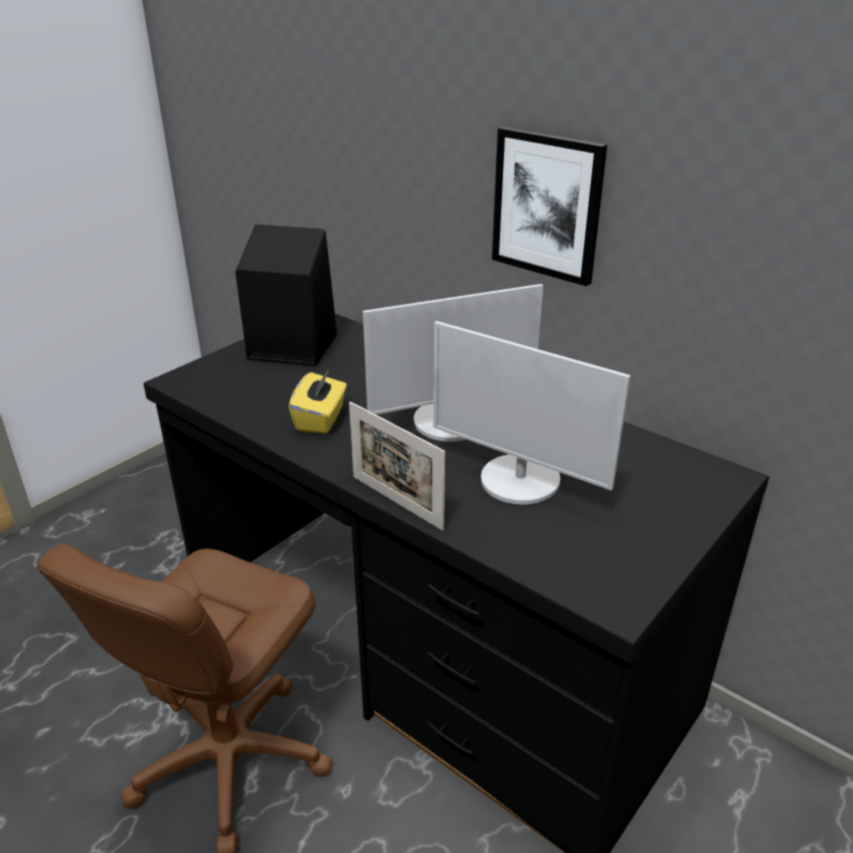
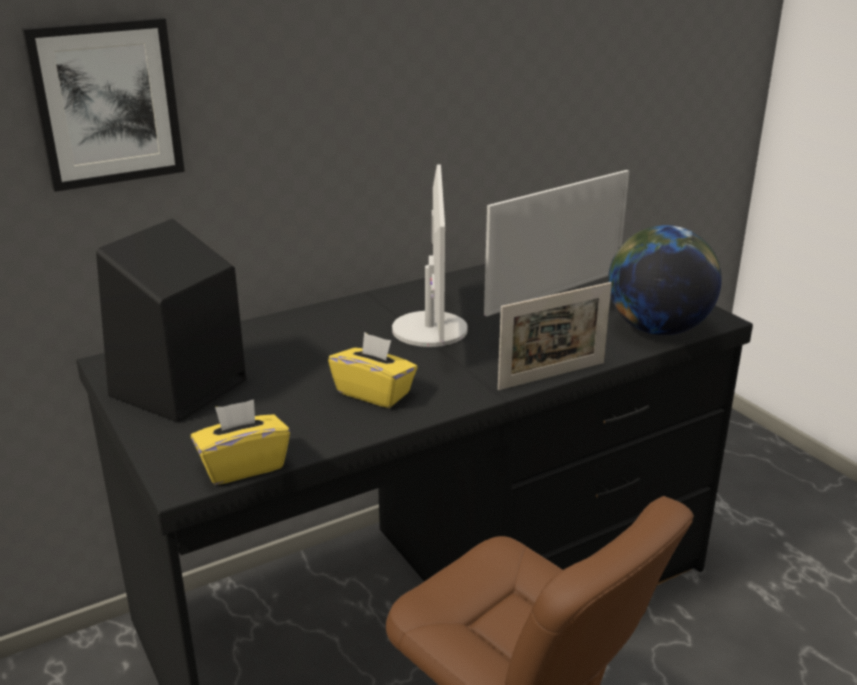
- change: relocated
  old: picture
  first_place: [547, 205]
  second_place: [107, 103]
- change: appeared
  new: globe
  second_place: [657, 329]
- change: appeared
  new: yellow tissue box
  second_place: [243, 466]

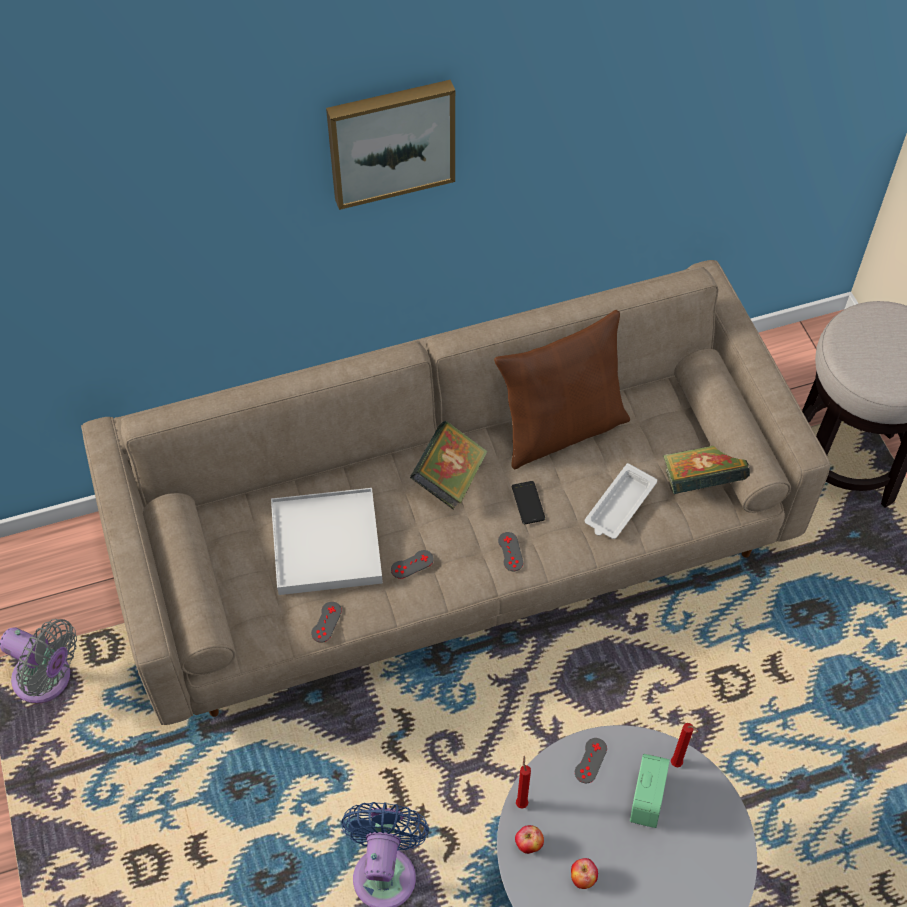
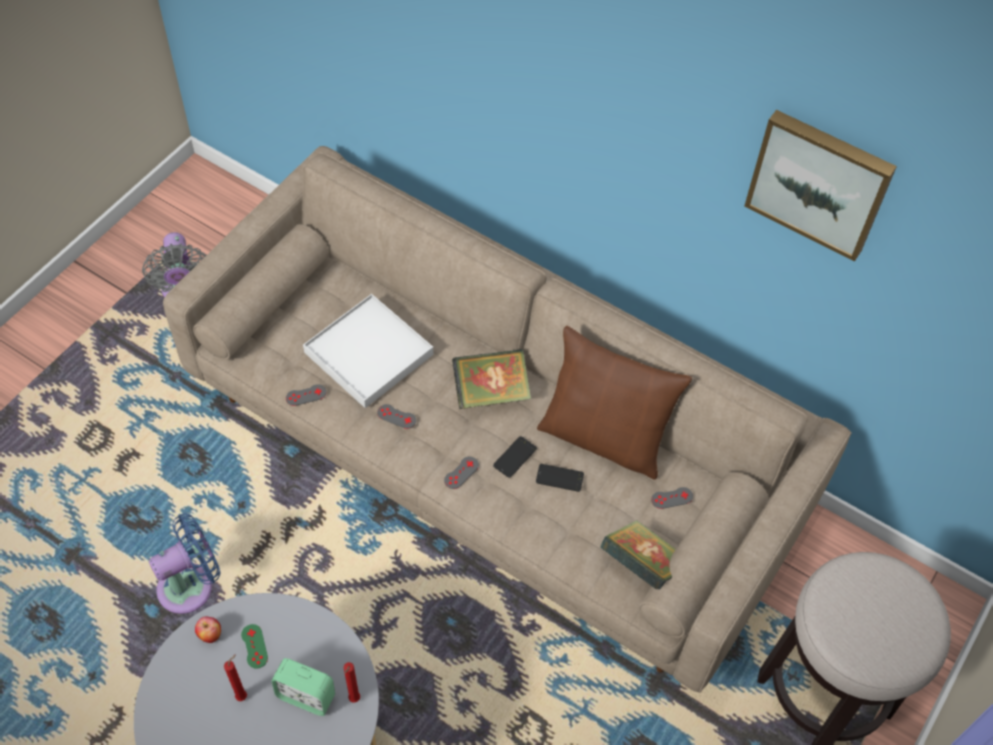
- change: relocated
  old: picture
  first_place: [391, 141]
  second_place: [820, 182]
- change: missing
  old: white tray
  first_place: [619, 506]
- change: relocated
  old: grey game controller
  first_place: [590, 760]
  second_place: [672, 498]
- change: spun
  old: alarm clock
  first_place: [646, 800]
  second_place: [306, 696]
  degrees: 45
- change: relocated
  old: red candle
  first_place: [521, 802]
  second_place: [243, 695]
- change: missing
  old: apple
  first_place: [582, 878]
- change: appeared
  new: phone
  second_place: [559, 478]
- change: appeared
  new: green game controller
  second_place: [254, 646]

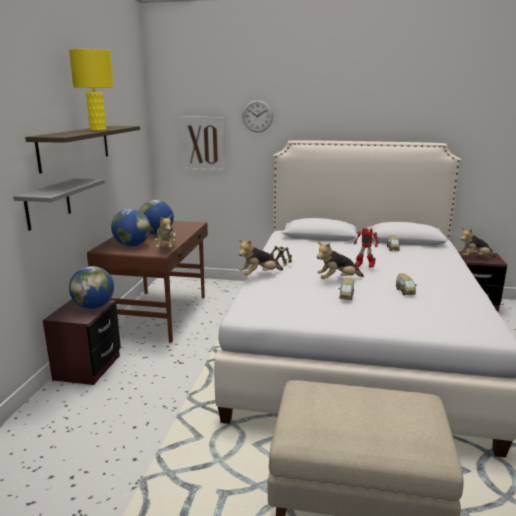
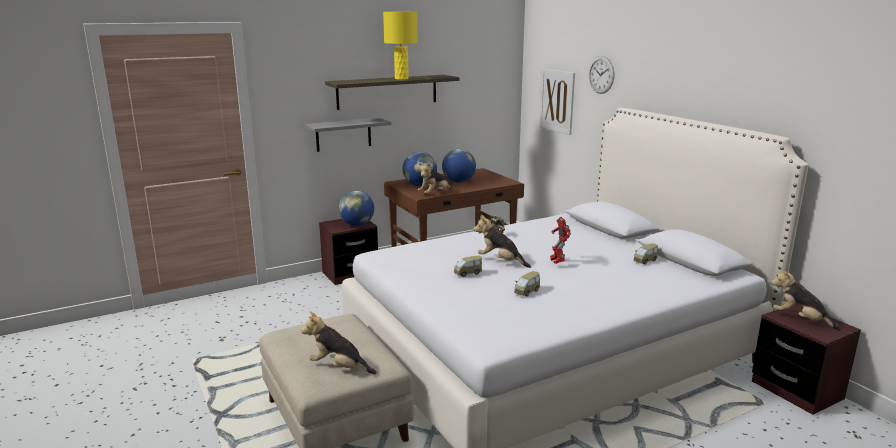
- change: relocated
  old: plush toy
  first_place: [259, 275]
  second_place: [339, 367]

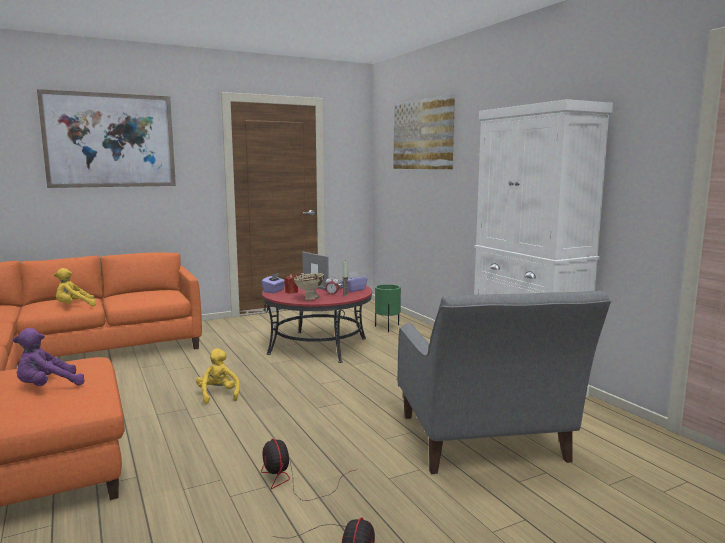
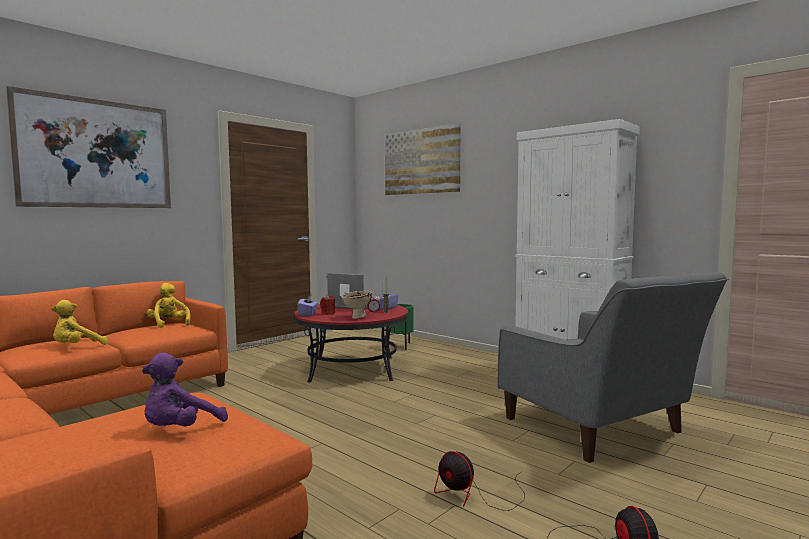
- change: relocated
  old: yellow plush toy
  first_place: [218, 395]
  second_place: [169, 324]

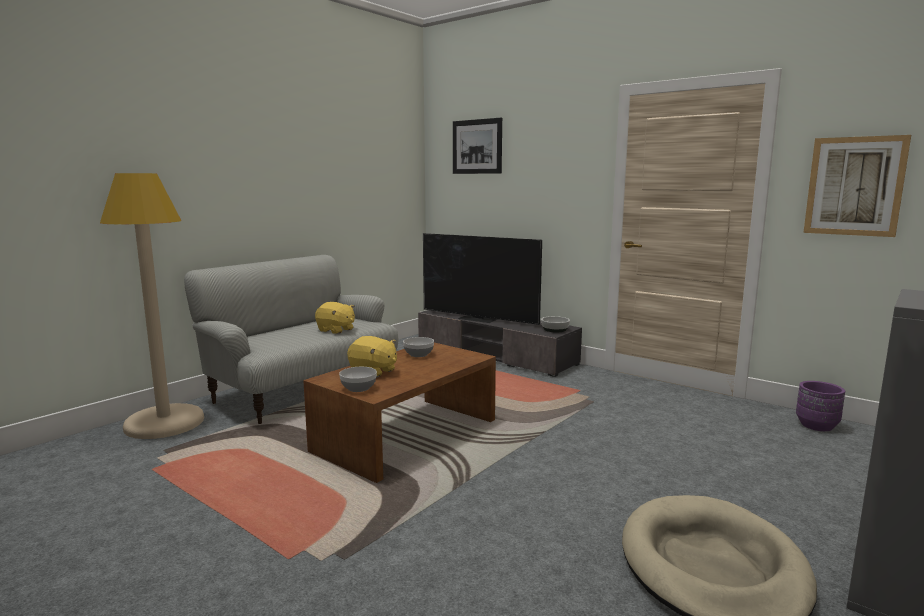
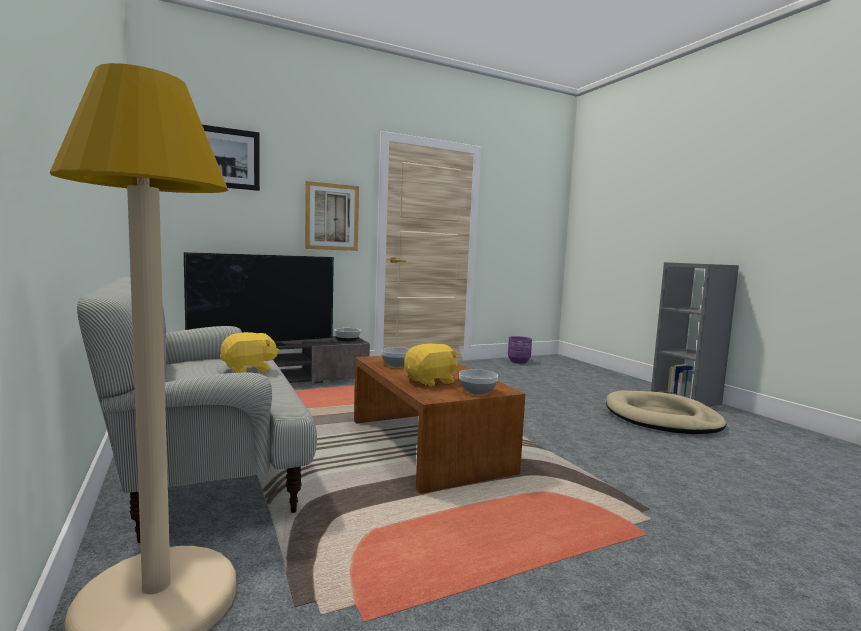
- change: relocated
  old: picture
  first_place: [854, 186]
  second_place: [332, 217]

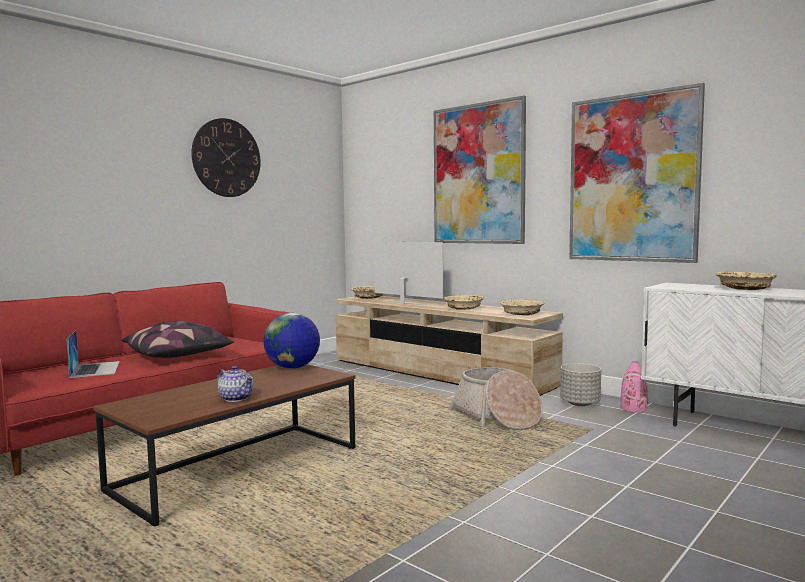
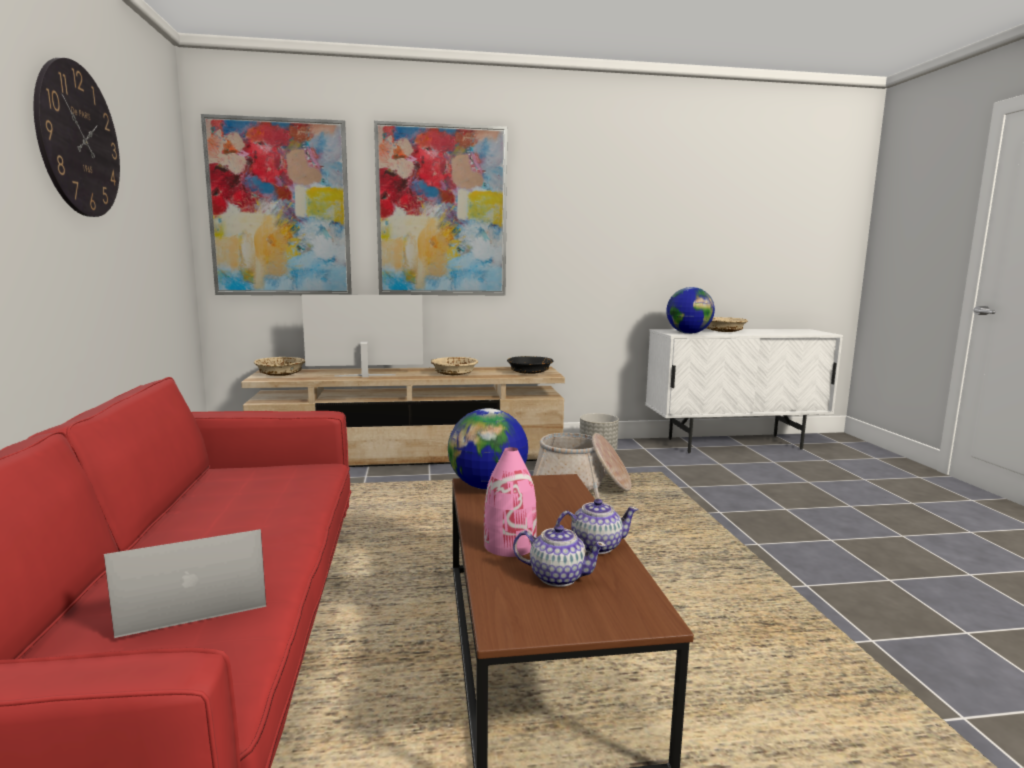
- change: relocated
  old: picture
  first_place: [632, 178]
  second_place: [280, 209]
- change: colour
  old: beige bowl
  new: black bowl
  first_place: [521, 314]
  second_place: [529, 372]
- change: missing
  old: pillow
  first_place: [179, 357]
- change: spun
  old: laptop
  first_place: [95, 369]
  second_place: [194, 599]
  degrees: -45
- change: relocated
  old: pink vase
  first_place: [633, 408]
  second_place: [510, 545]
- change: appeared
  new: globe
  second_place: [688, 333]
- change: appeared
  new: teapot
  second_place: [557, 576]

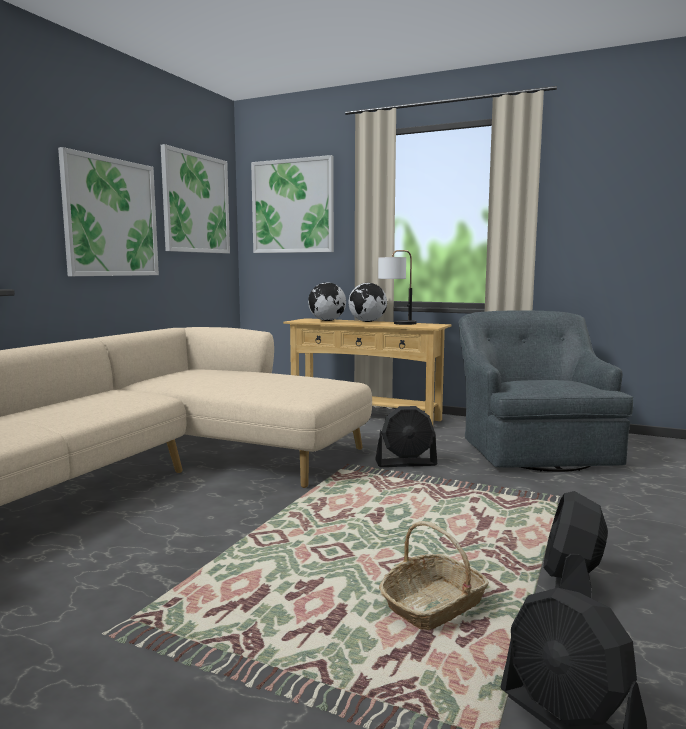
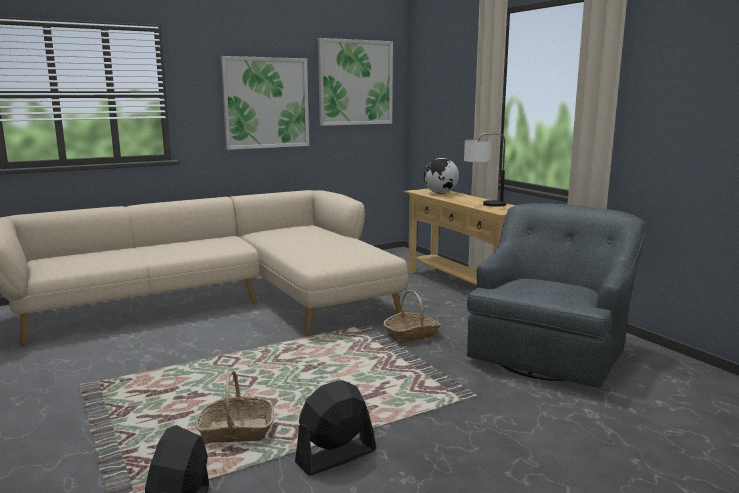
- change: missing
  old: picture
  first_place: [292, 206]
- change: missing
  old: globe
  first_place: [367, 322]
- change: exchanged
  old: black fan
  new: basket
  first_place: [406, 463]
  second_place: [411, 335]

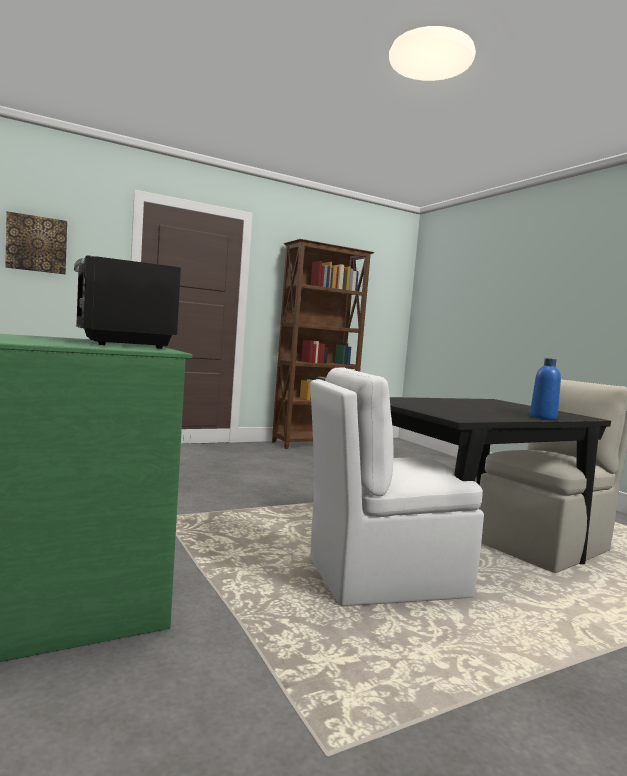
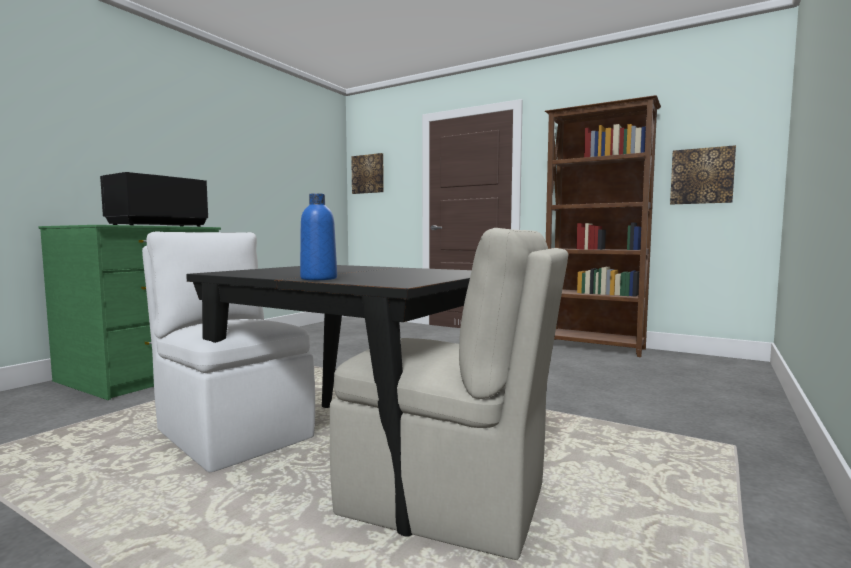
- change: appeared
  new: picture
  second_place: [701, 176]

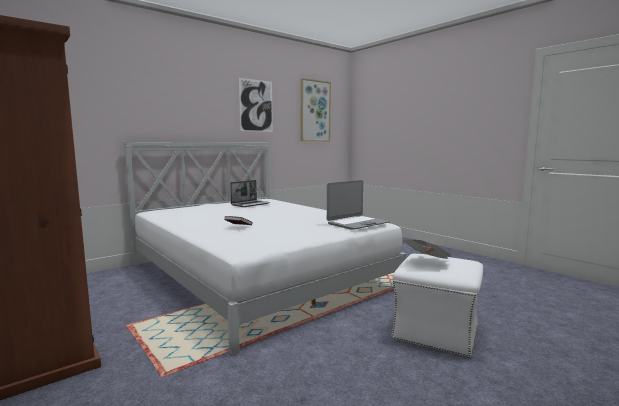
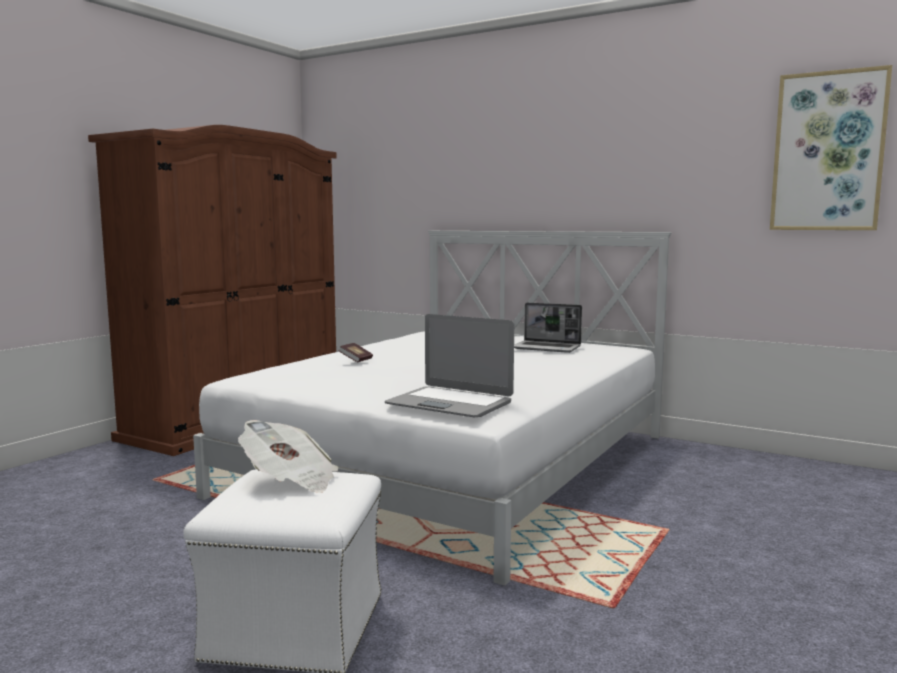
- change: missing
  old: picture
  first_place: [256, 106]

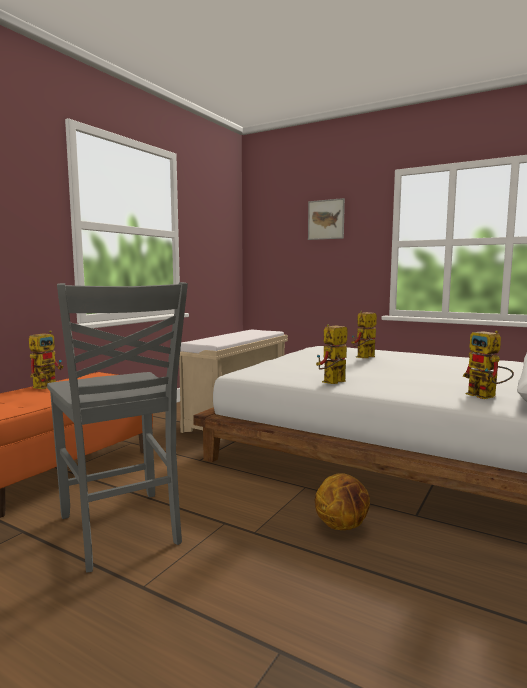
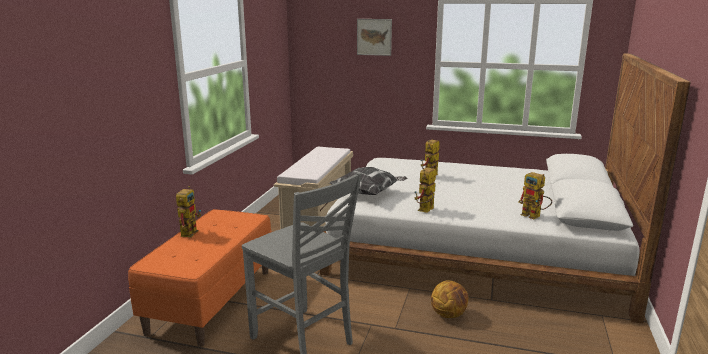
- change: appeared
  new: pillow
  second_place: [368, 193]

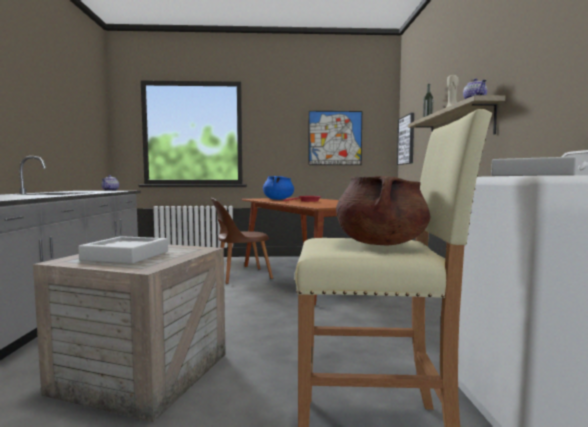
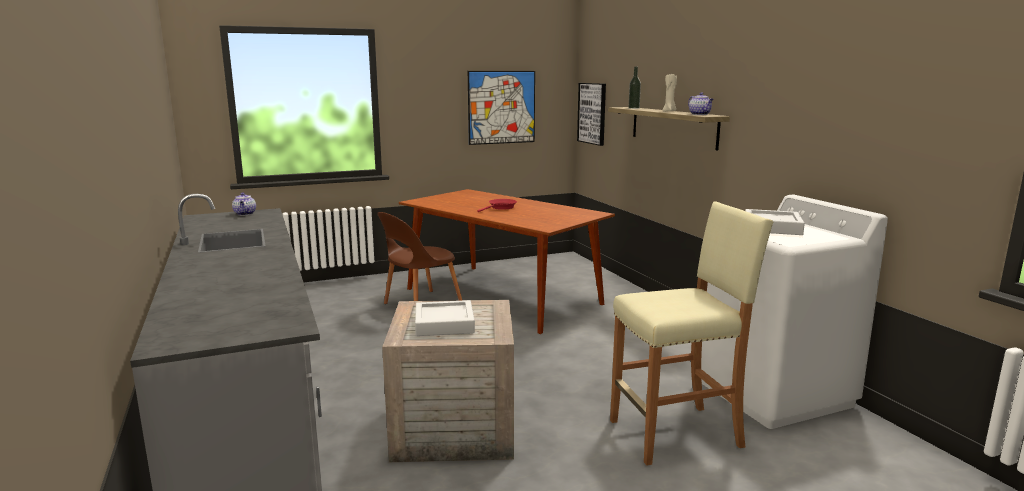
- change: missing
  old: blue cooking pot
  first_place: [278, 199]
- change: missing
  old: brown cooking pot
  first_place: [380, 244]

